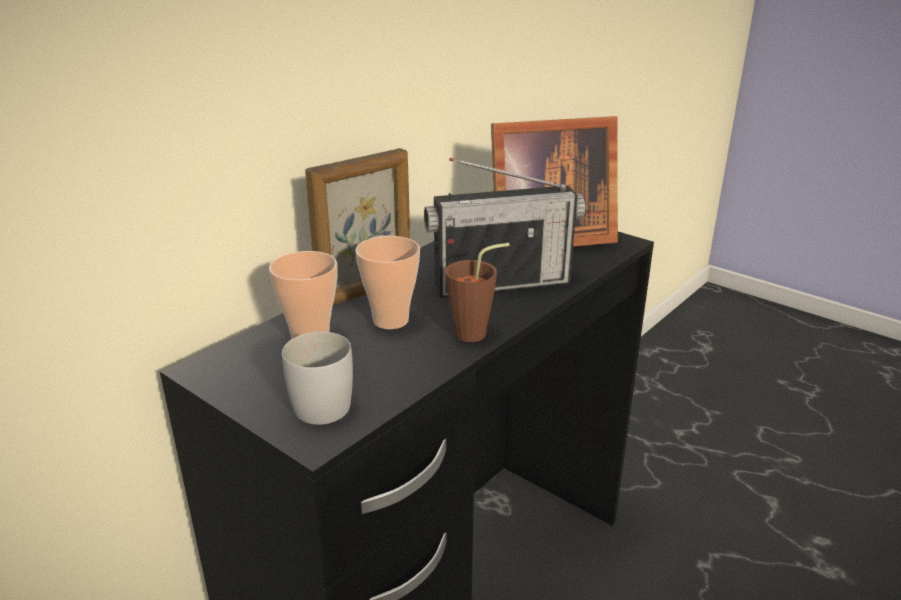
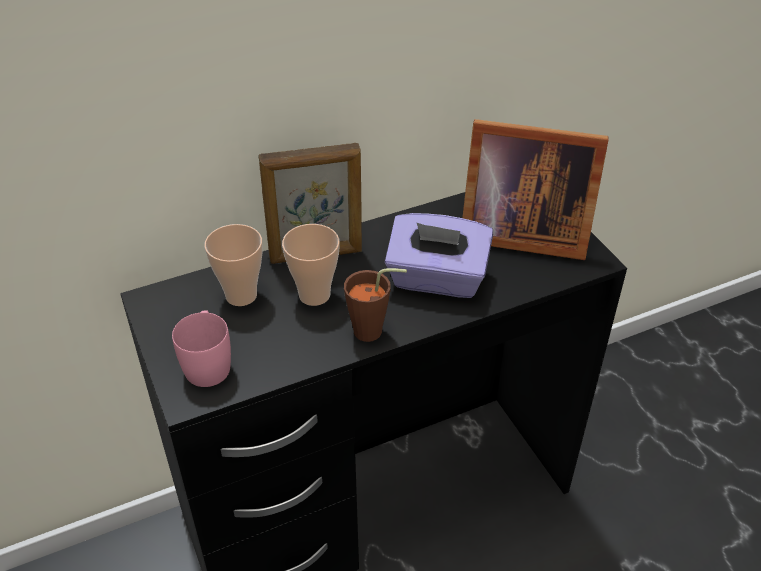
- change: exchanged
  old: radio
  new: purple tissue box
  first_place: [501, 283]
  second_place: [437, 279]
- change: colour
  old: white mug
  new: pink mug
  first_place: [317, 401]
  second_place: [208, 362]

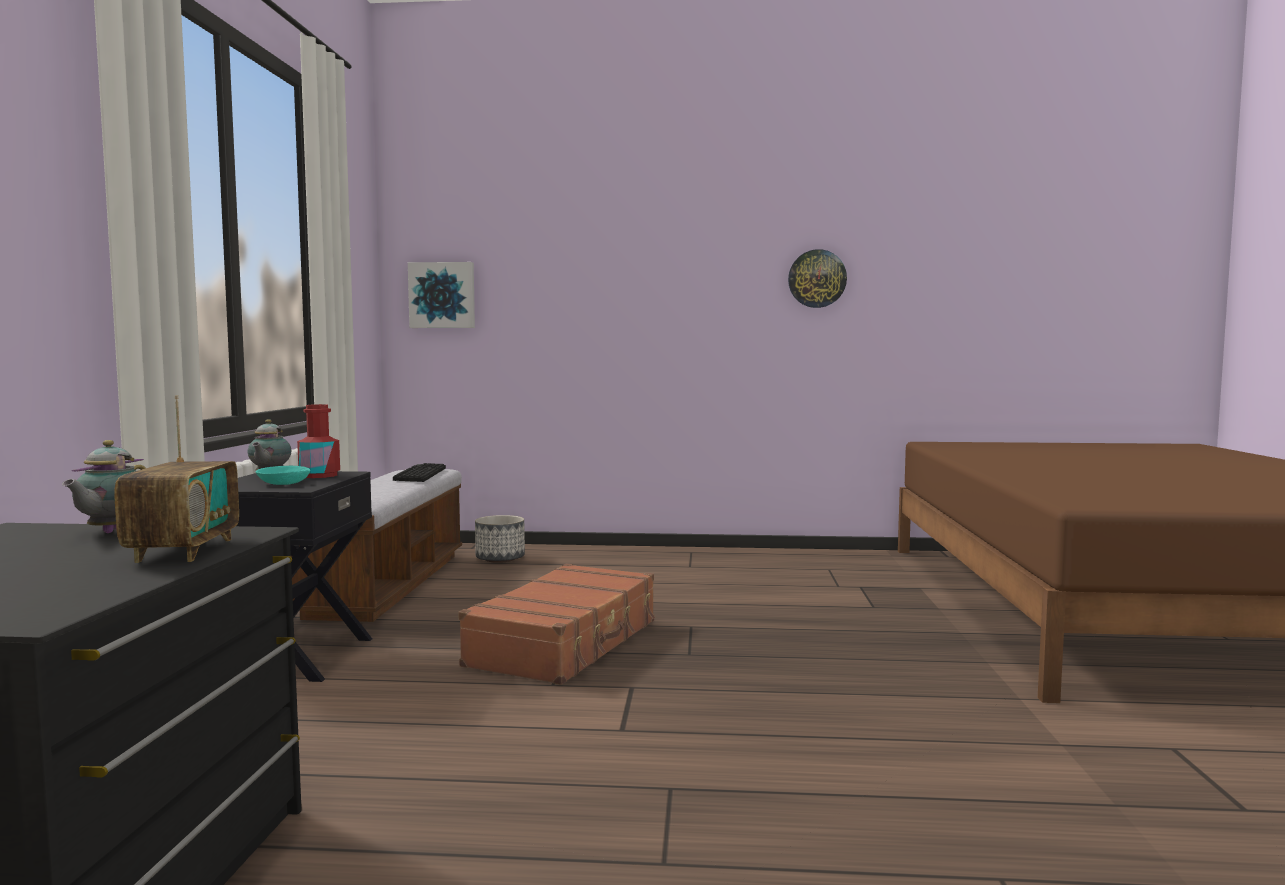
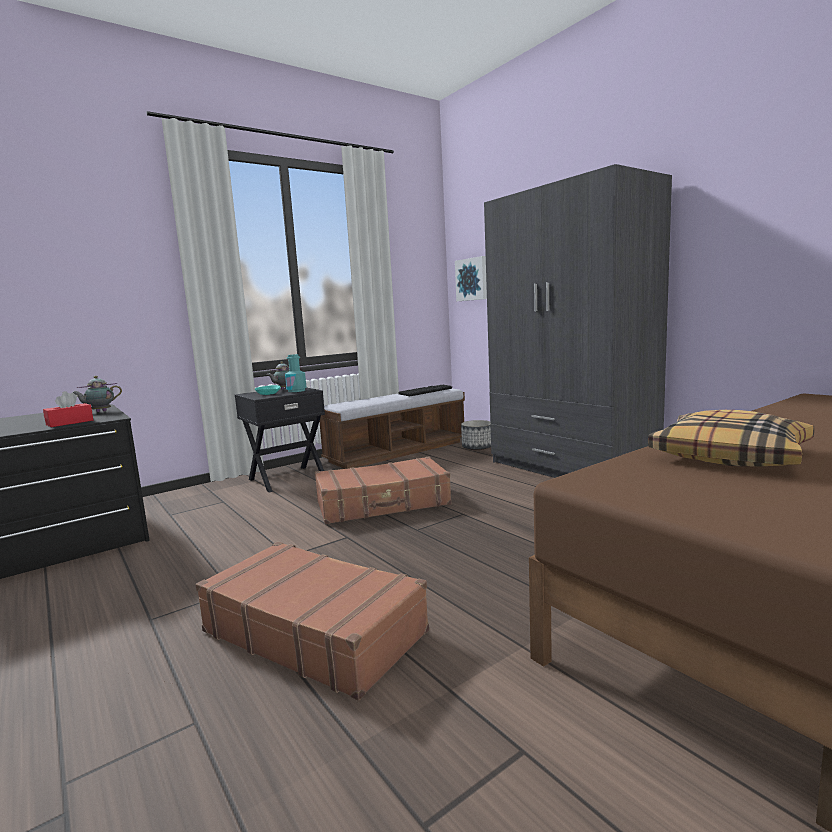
- change: missing
  old: wall clock
  first_place: [817, 278]
- change: exchanged
  old: radio
  new: red tissue box
  first_place: [183, 550]
  second_place: [70, 422]
- change: colour
  old: red bottle
  new: turquoise bottle
  first_place: [319, 475]
  second_place: [296, 391]
- change: appeared
  new: grey wardrobe
  second_place: [571, 468]
- change: appeared
  new: pillow
  second_place: [730, 455]
- change: appeared
  new: brown suitcase
  second_place: [314, 631]

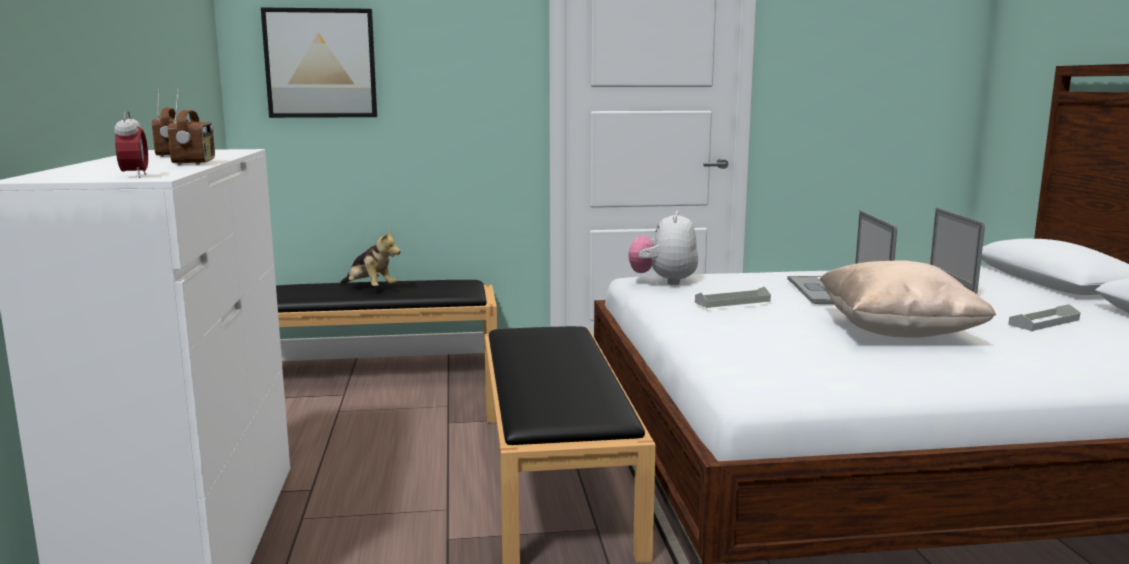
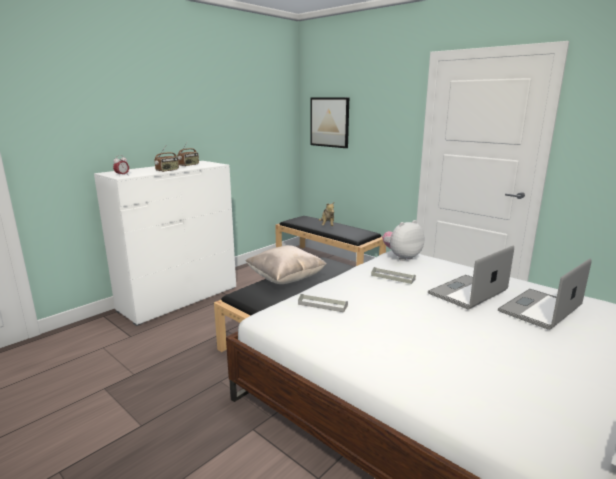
- change: relocated
  old: beige pillow
  first_place: [897, 332]
  second_place: [286, 279]
- change: relocated
  old: grey tray
  first_place: [1044, 322]
  second_place: [322, 305]

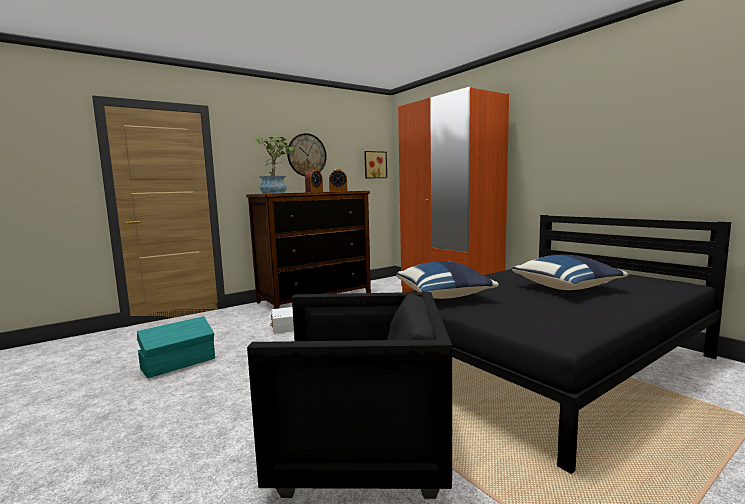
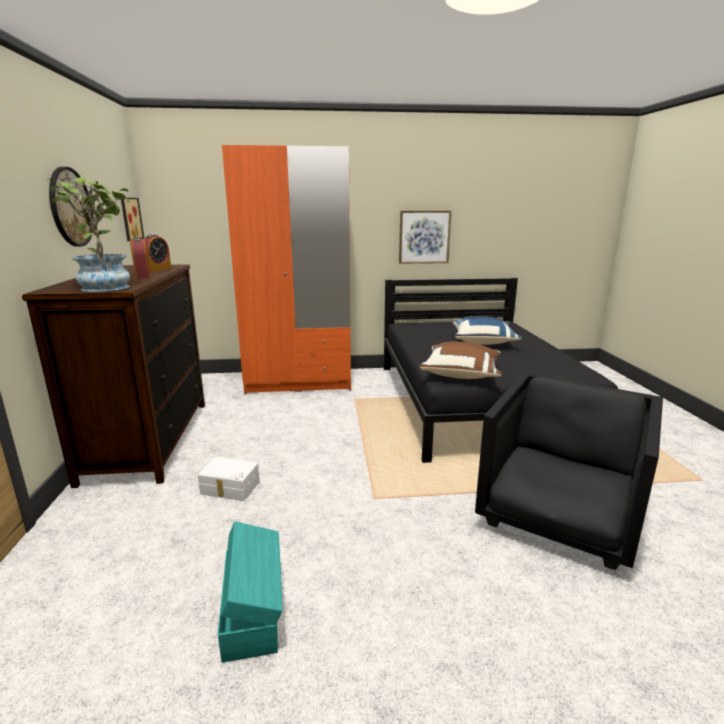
- change: colour
  old: blue pillow
  new: brown pillow
  first_place: [444, 296]
  second_place: [461, 374]
- change: appeared
  new: picture
  second_place: [424, 237]

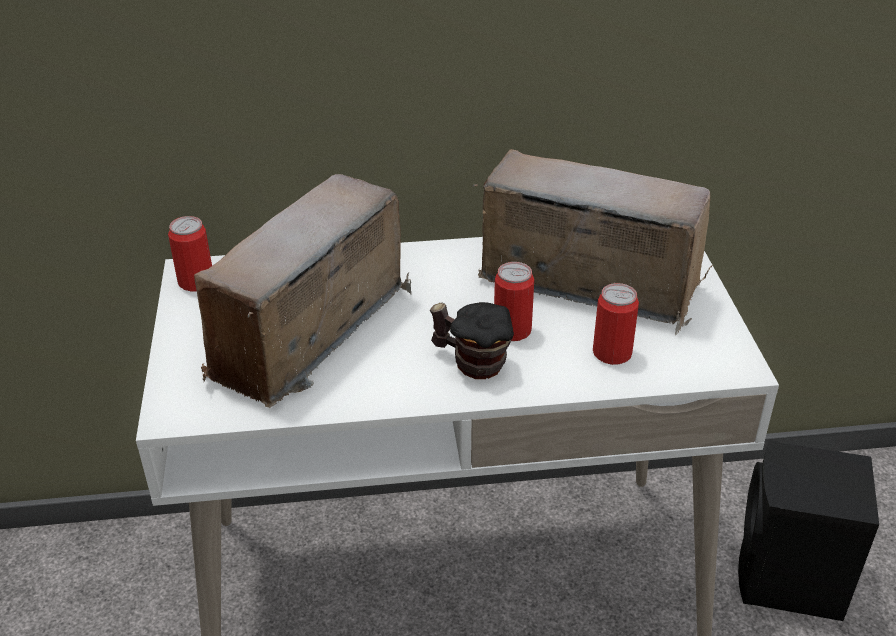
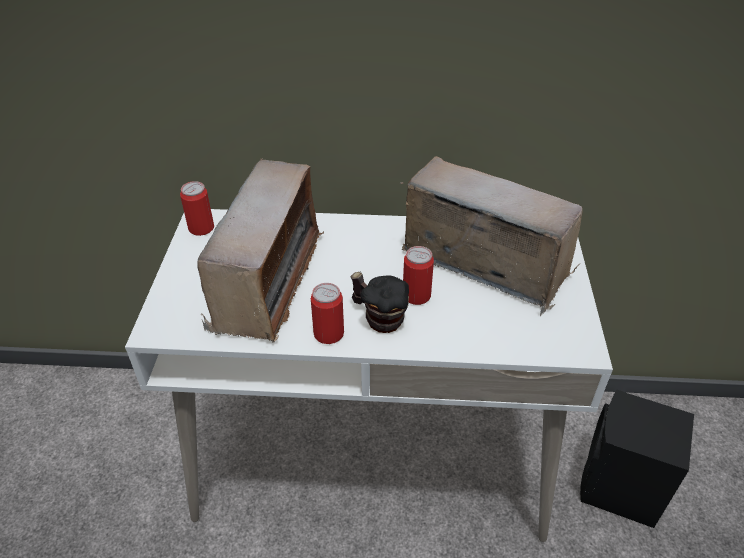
- change: spun
  old: radio
  first_place: [311, 335]
  second_place: [269, 280]
  degrees: 150
- change: relocated
  old: can
  first_place: [612, 353]
  second_place: [328, 333]

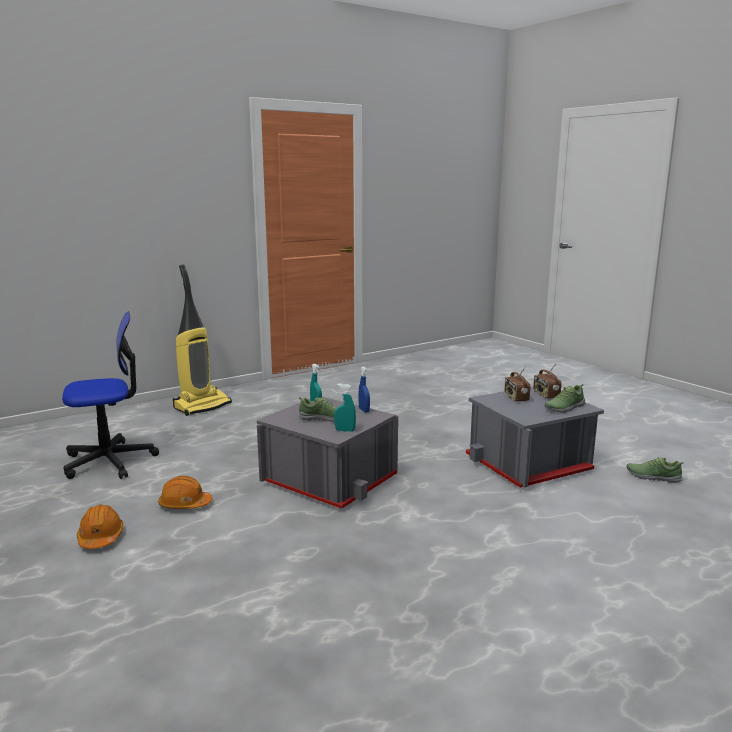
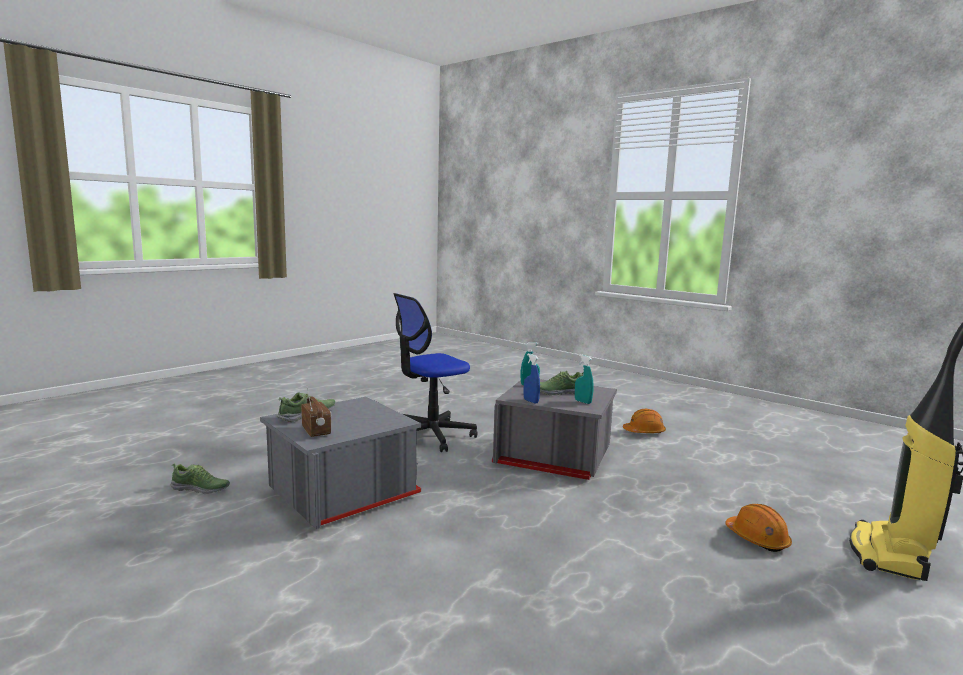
- change: relocated
  old: office chair
  first_place: [110, 461]
  second_place: [430, 435]
- change: missing
  old: radio
  first_place: [516, 398]
- change: relocated
  old: orange hard hat
  first_place: [101, 537]
  second_place: [757, 539]

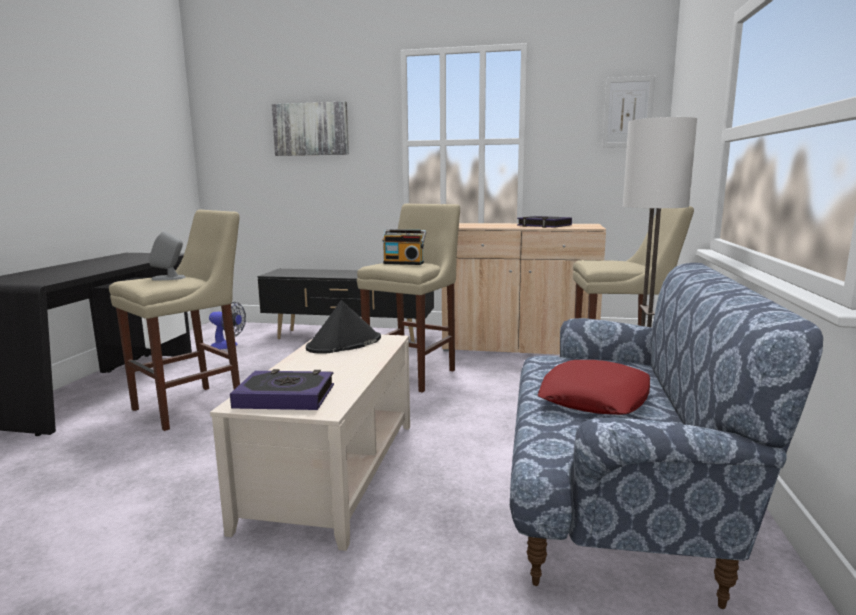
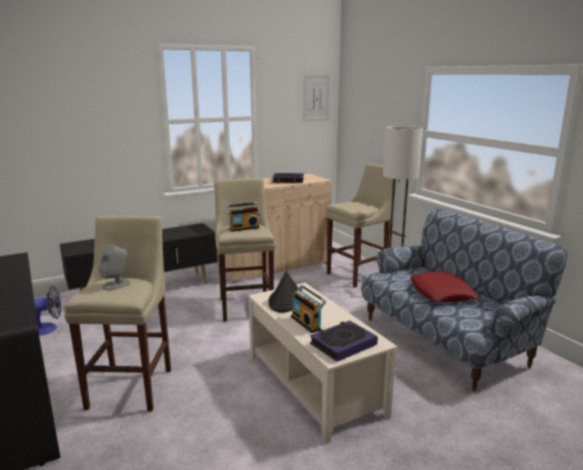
- change: missing
  old: picture
  first_place: [311, 129]
- change: appeared
  new: radio
  second_place: [307, 323]

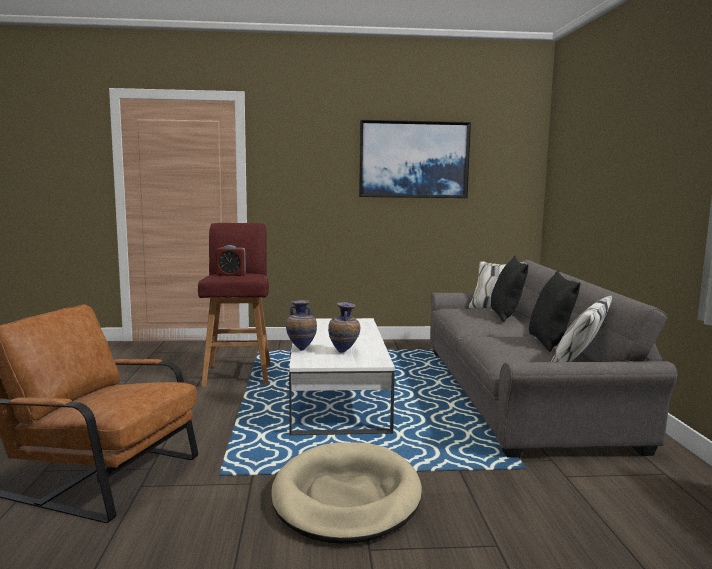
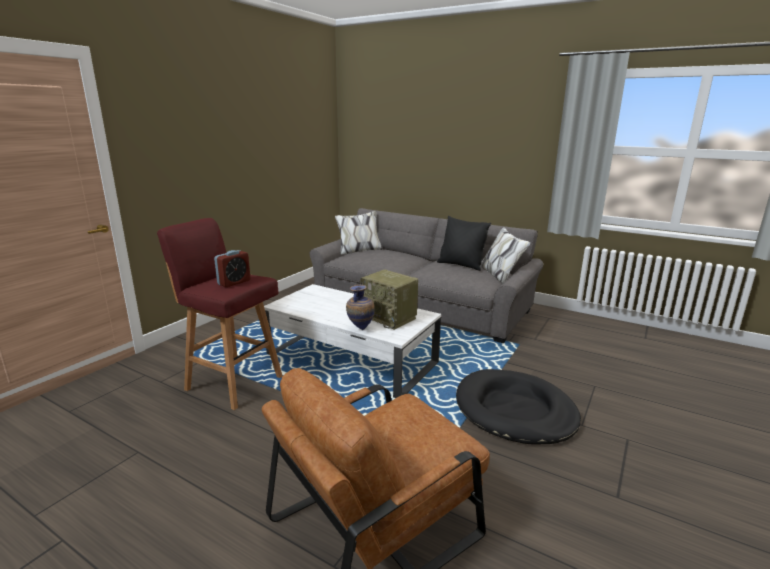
- change: missing
  old: picture
  first_place: [413, 159]
- change: missing
  old: black pillow
  first_place: [505, 315]
- change: exchanged
  old: vase
  new: radio
  first_place: [344, 352]
  second_place: [390, 318]
- change: colour
  old: beige dog bed
  new: black dog bed
  first_place: [346, 497]
  second_place: [514, 410]

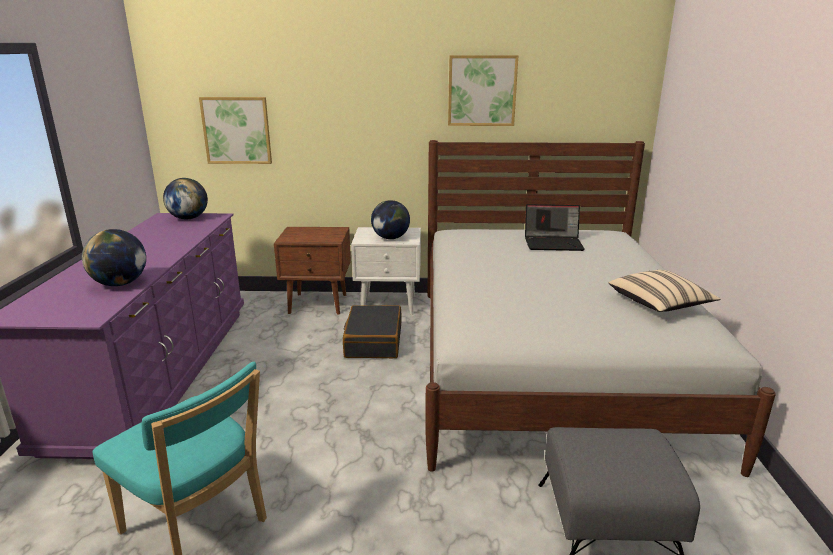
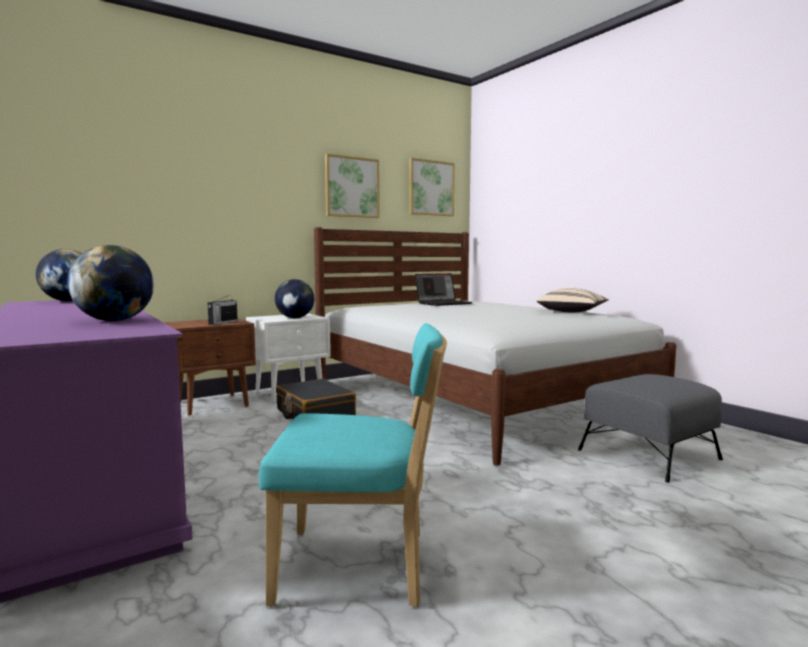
- change: relocated
  old: picture
  first_place: [237, 130]
  second_place: [431, 188]
- change: appeared
  new: radio
  second_place: [222, 322]

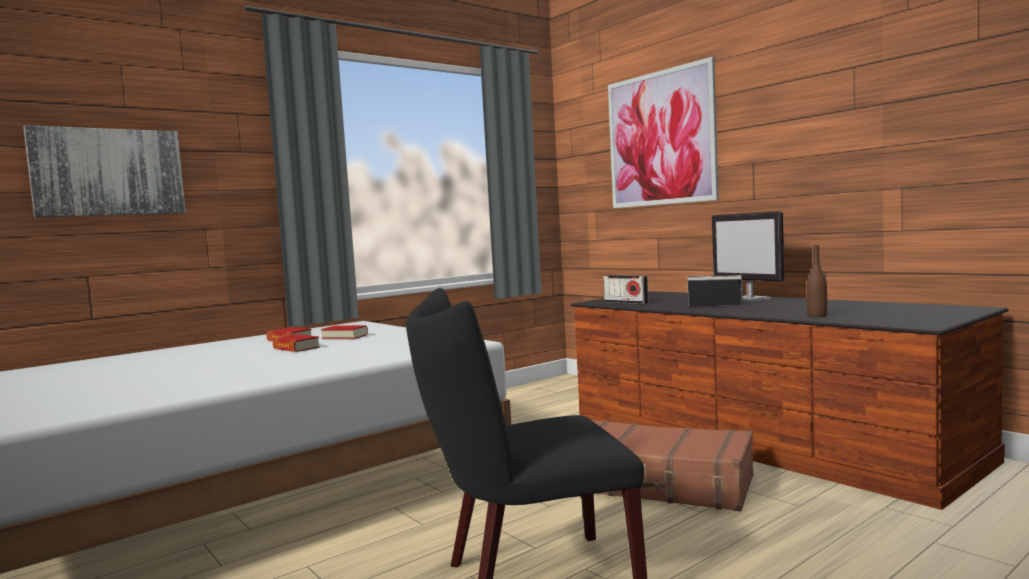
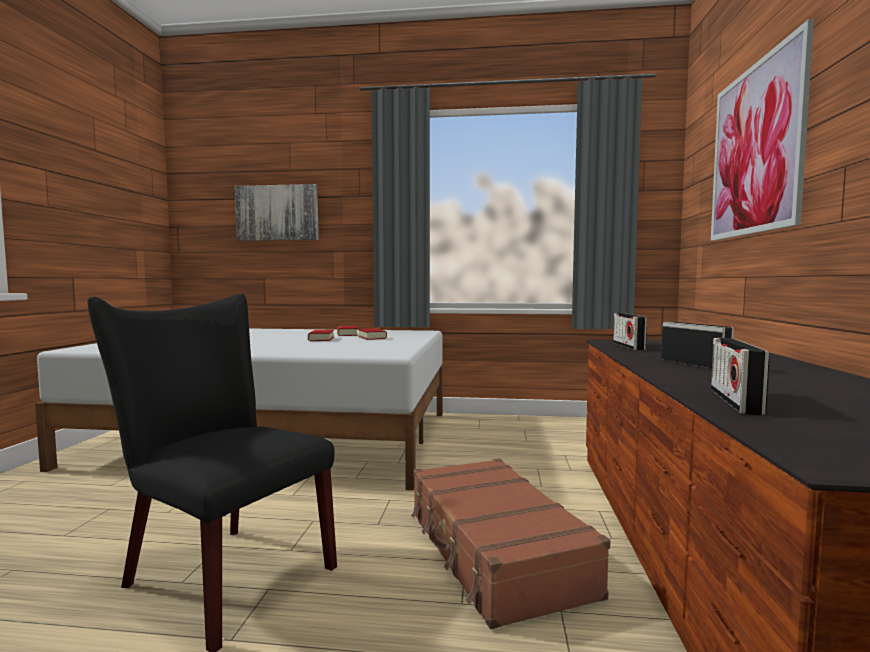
- change: missing
  old: monitor
  first_place: [750, 300]
- change: exchanged
  old: brown bottle
  new: radio
  first_place: [817, 316]
  second_place: [735, 401]

